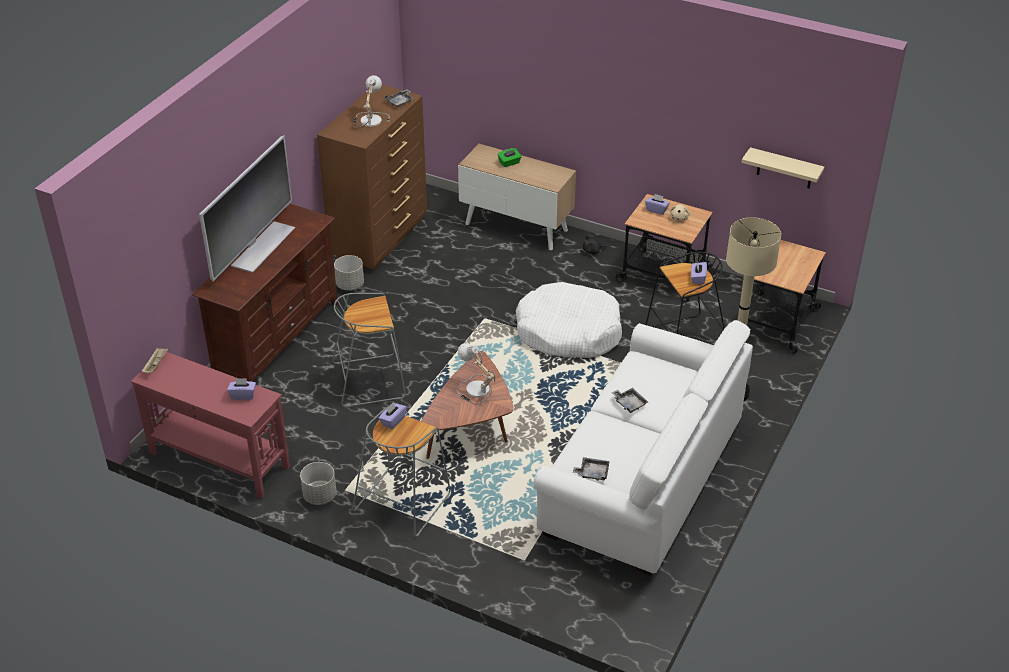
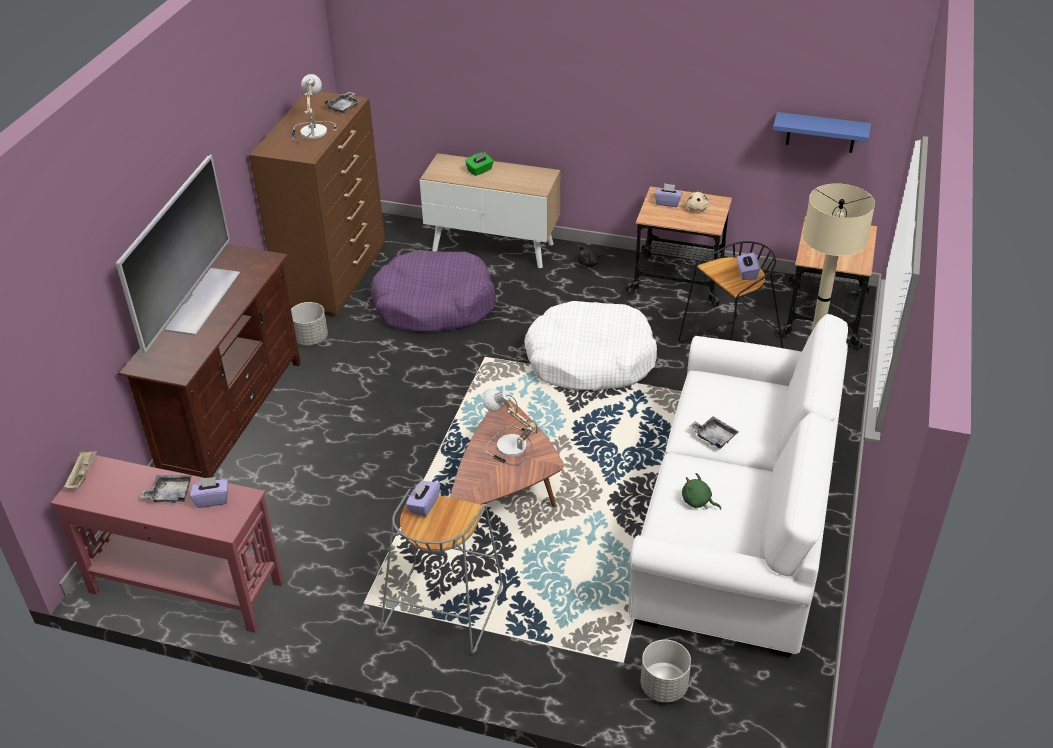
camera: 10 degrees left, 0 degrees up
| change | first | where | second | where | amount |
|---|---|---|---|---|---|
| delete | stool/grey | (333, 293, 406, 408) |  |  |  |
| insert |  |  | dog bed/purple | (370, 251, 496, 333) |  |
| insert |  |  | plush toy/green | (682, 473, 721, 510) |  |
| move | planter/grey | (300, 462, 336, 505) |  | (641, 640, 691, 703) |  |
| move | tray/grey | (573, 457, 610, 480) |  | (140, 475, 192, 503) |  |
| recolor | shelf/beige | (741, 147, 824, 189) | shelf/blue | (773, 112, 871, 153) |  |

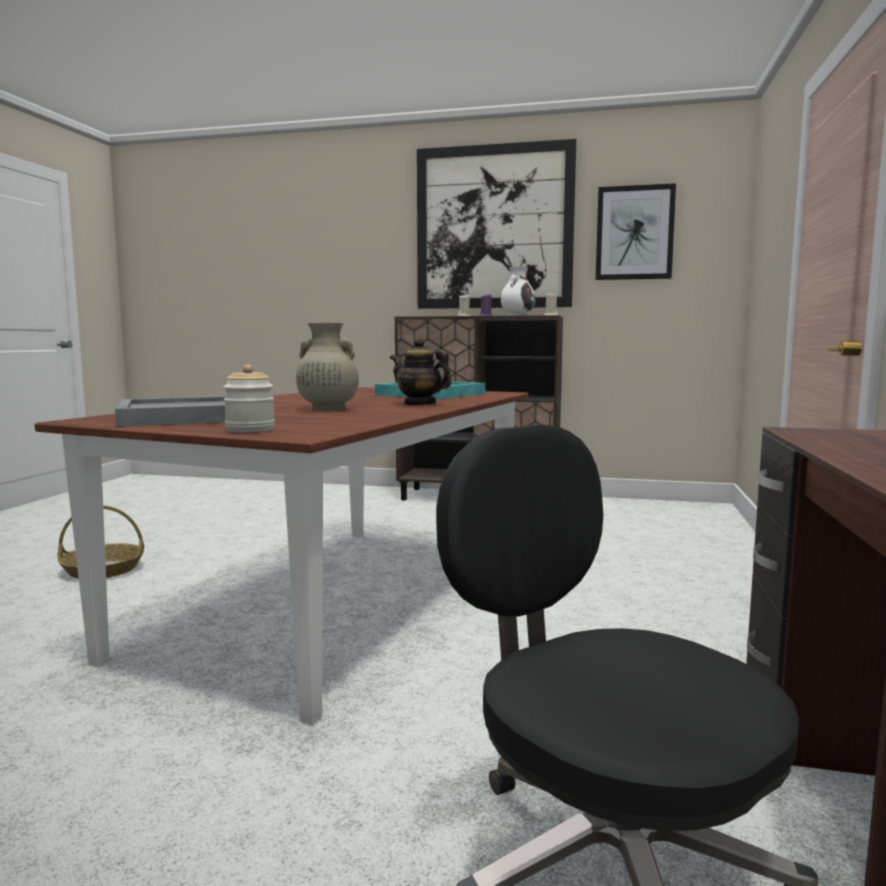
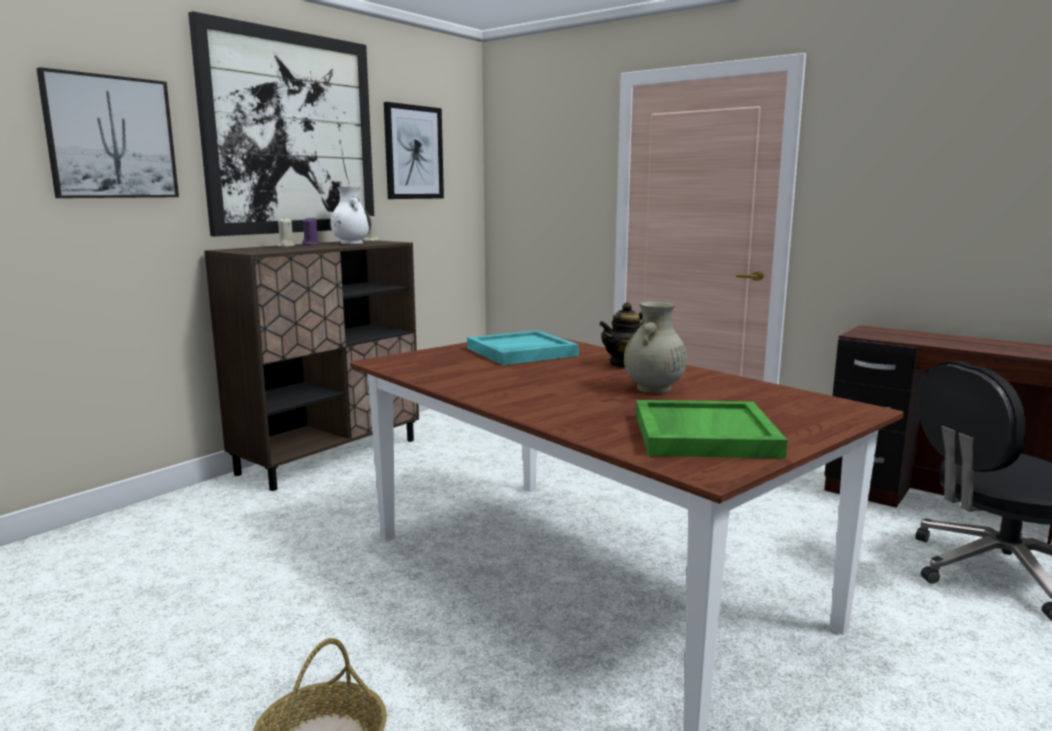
camera: 65 degrees left, 5 degrees up
| change | first | where | second | where | amount |
|---|---|---|---|---|---|
| delete | jar | (223, 365, 275, 432) |  |  |  |
| insert |  |  | picture | (36, 67, 179, 198) |  |
| recolor | tray/grey | (115, 396, 226, 427) | tray/green | (636, 400, 788, 458) |  |

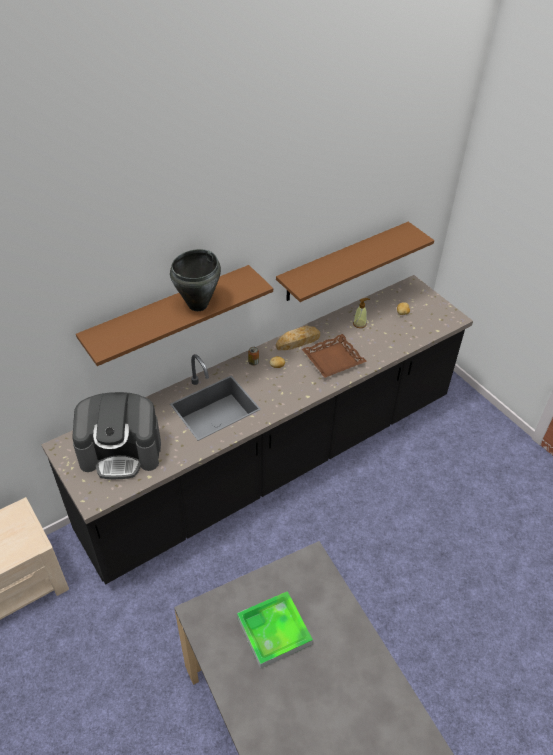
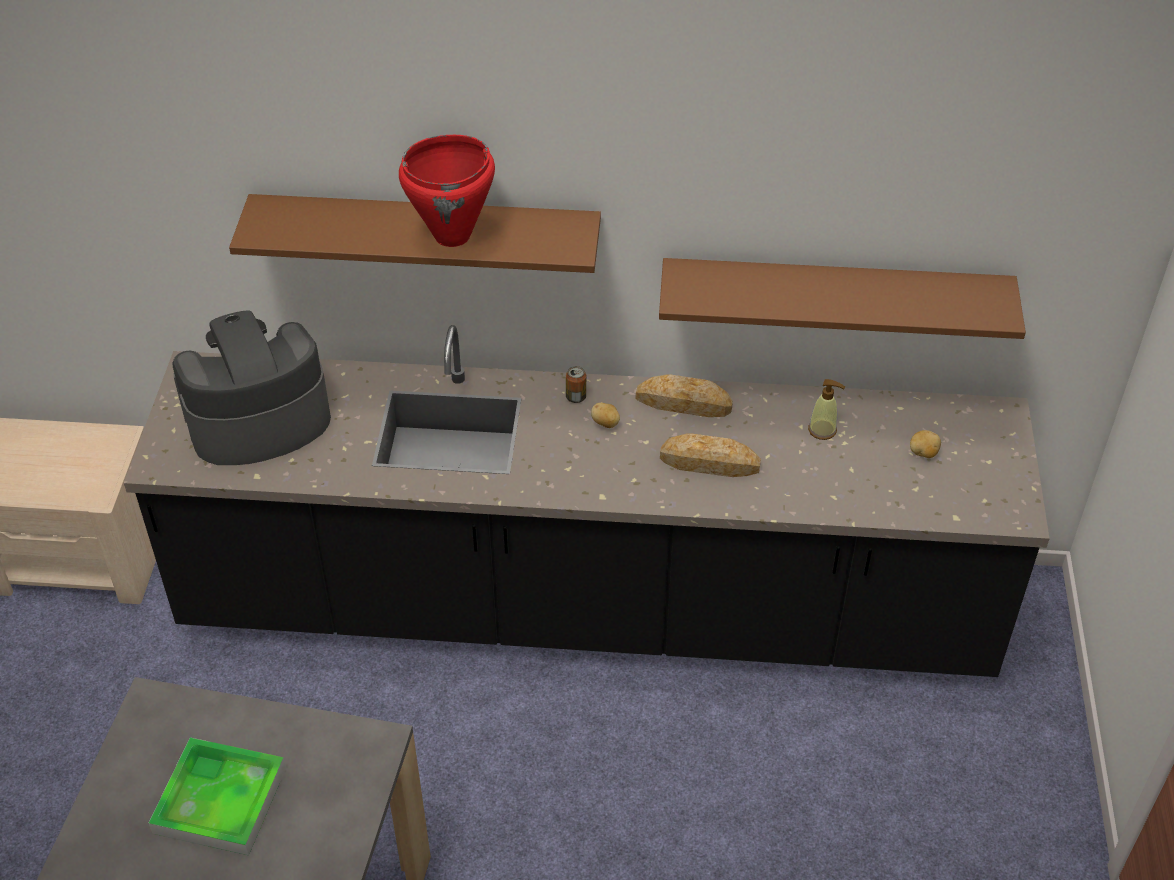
camera: 40 degrees right, 0 degrees up
| change | first | where | second | where | amount |
|---|---|---|---|---|---|
| replace | tray/brown | (302, 334, 367, 378) | bread | (660, 433, 761, 477) |  |
| recolor | cooking pot/black | (170, 249, 221, 311) | cooking pot/red | (399, 135, 495, 247) |  |
| rotate | coffee machine | (72, 392, 161, 479) |  | (173, 310, 331, 465) | 120 degrees clockwise |

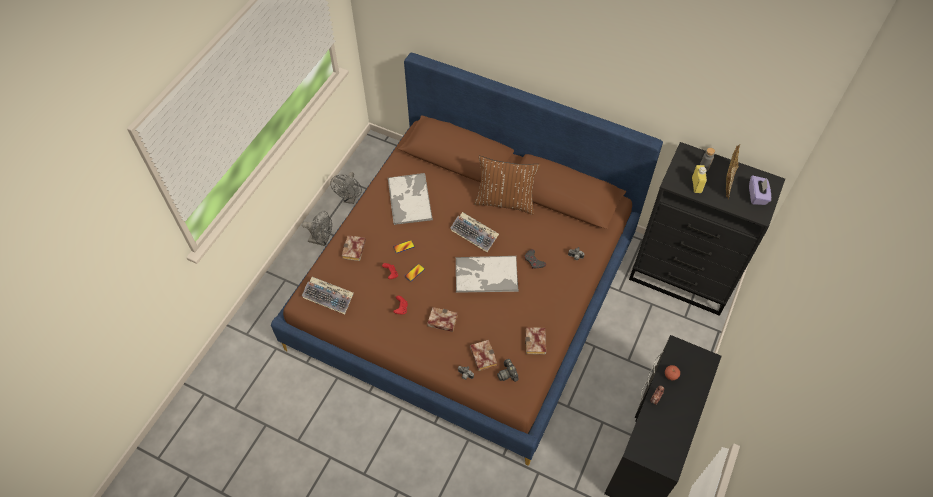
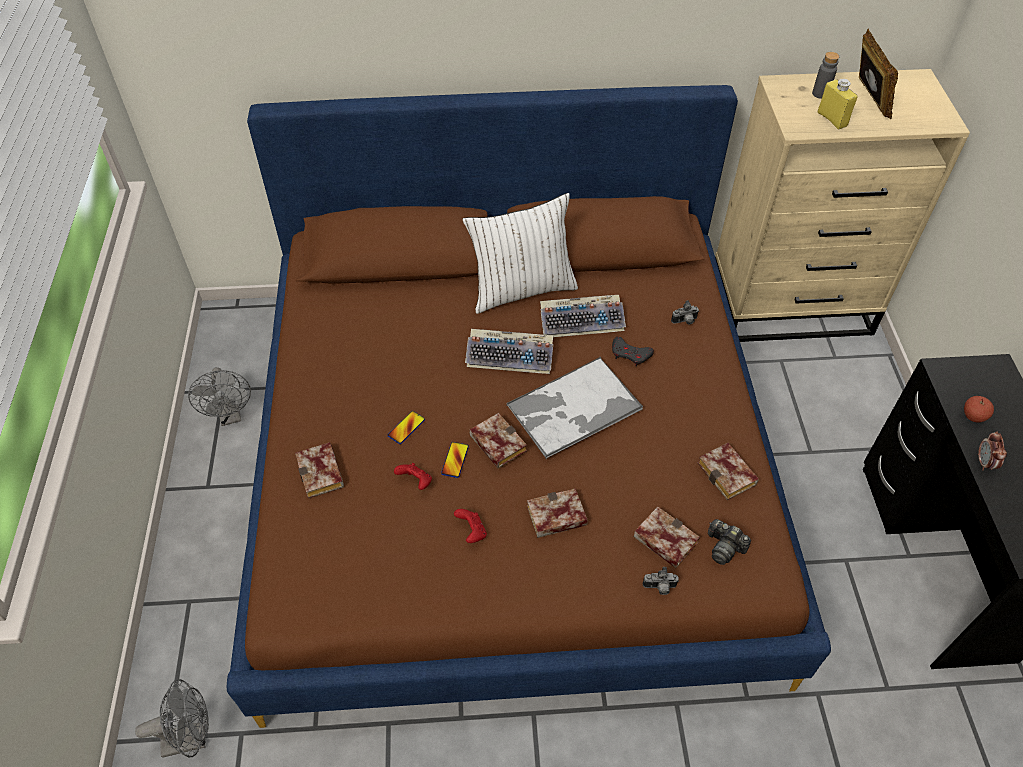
camera: 30 degrees left, 5 degrees down
| change | first | where | second | where | amount |
|---|---|---|---|---|---|
| delete | tray | (388, 173, 433, 225) |  |  |  |
| delete | tissue box/purple | (749, 175, 771, 205) |  |  |  |
| insert |  |  | book | (470, 413, 527, 469) |  |
| move | fan/grey | (302, 211, 332, 246) |  | (135, 679, 209, 758) |  |
| move | keyboard | (302, 277, 354, 314) |  | (540, 295, 626, 337) |  |
| recolor | pillow/brown | (474, 156, 540, 215) | pillow/white | (463, 193, 578, 314) |  |
| recolor | dresser/black | (629, 142, 785, 316) | dresser/beige | (715, 69, 970, 342) |  |

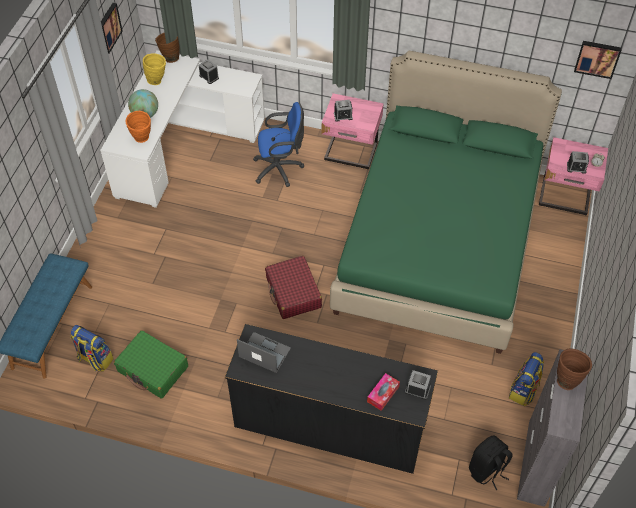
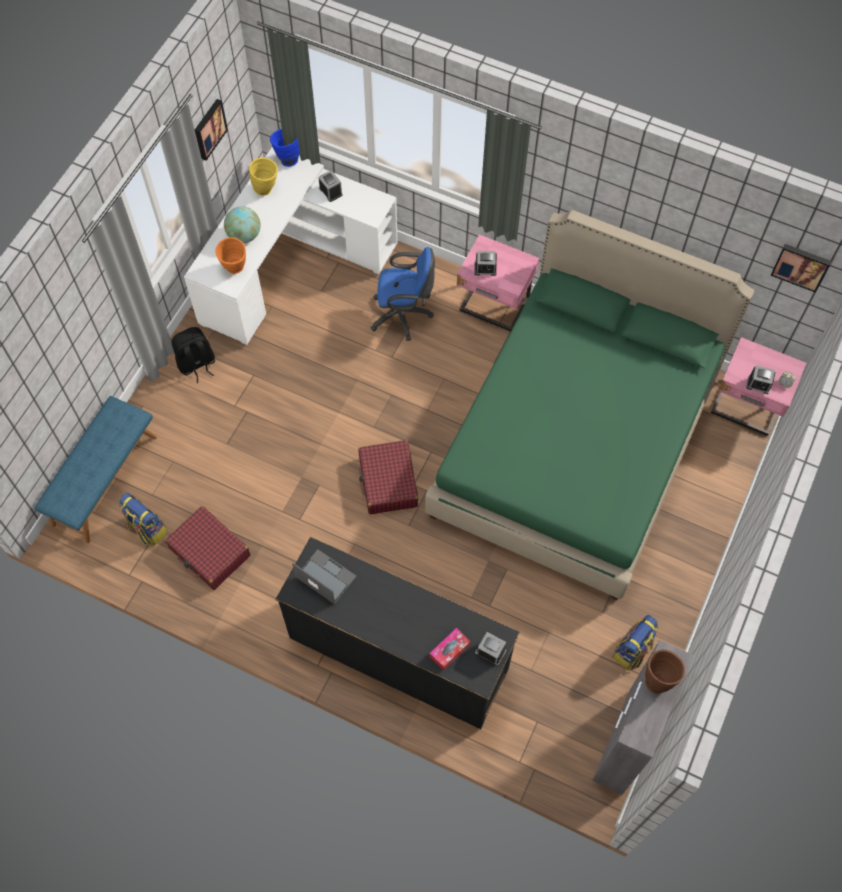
camera: 10 degrees right, 10 degrees up
| change | first | where | second | where | amount |
|---|---|---|---|---|---|
| move | backpack/black | (469, 436, 512, 490) |  | (171, 327, 215, 383) |  |
| recolor | suitcase/green | (114, 330, 188, 399) | suitcase/red | (165, 506, 250, 590) |  |
| recolor | vase/brown | (155, 33, 180, 63) | vase/blue | (270, 129, 299, 167) |  |

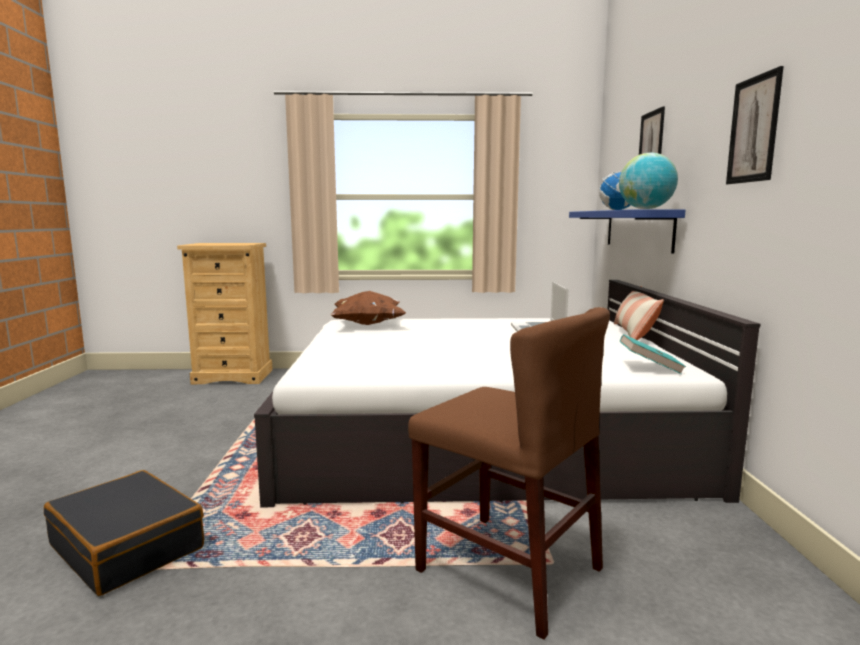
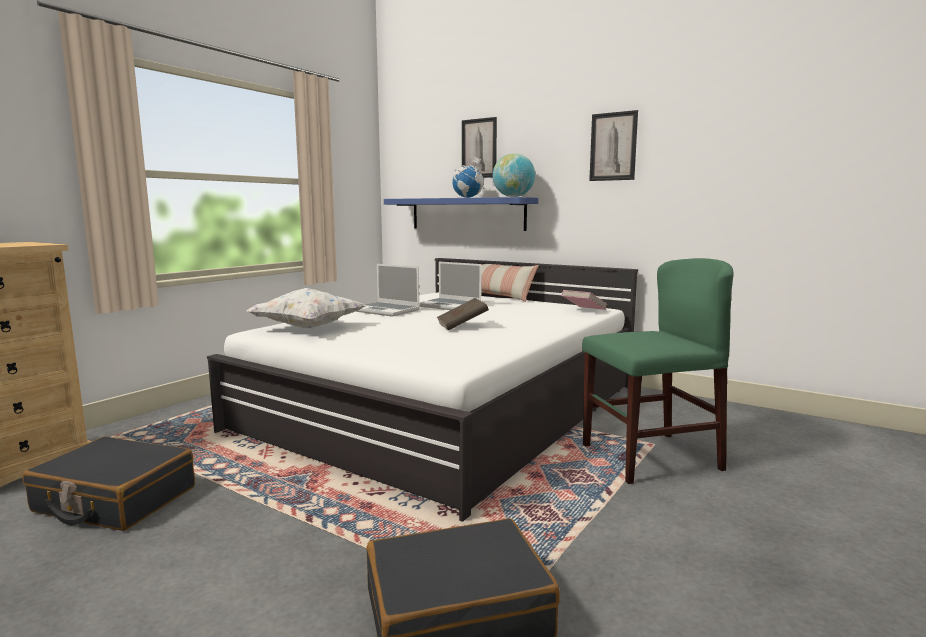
camera: 55 degrees left, 0 degrees up
| change | first | where | second | where | amount |
|---|---|---|---|---|---|
| insert |  |  | suitcase/black | (23, 436, 195, 531) |  |
| insert |  |  | laptop | (355, 264, 420, 317) |  |
| insert |  |  | book/brown | (436, 298, 489, 331) |  |
| recolor | pillow/brown | (331, 291, 406, 325) | pillow/white | (246, 288, 366, 328) |  |
| recolor | chair/brown | (408, 307, 610, 640) | chair/green | (582, 258, 733, 484) |  |
| recolor | book/turquoise | (620, 334, 686, 374) | book/pink | (562, 290, 607, 310) |  |

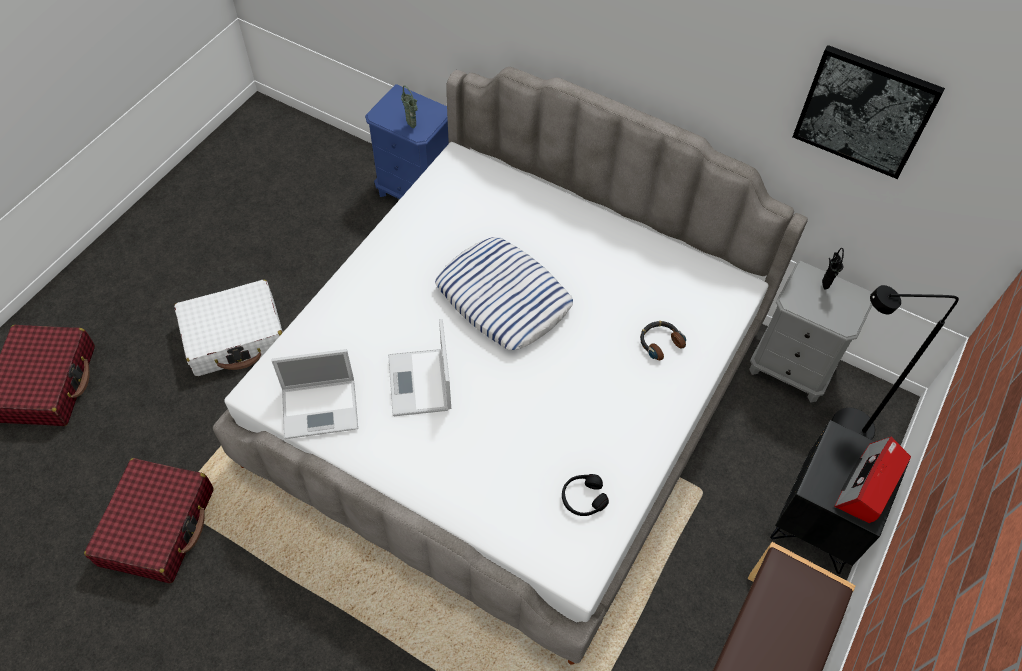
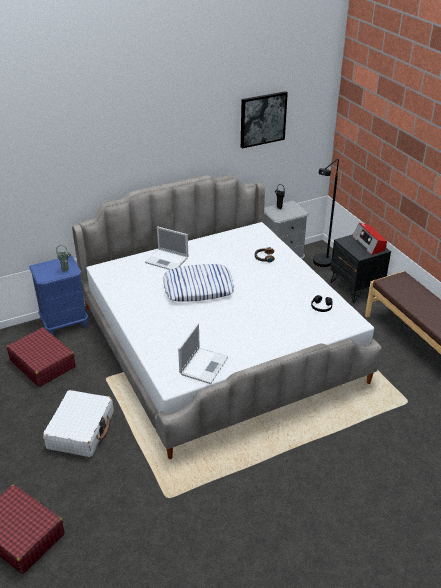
camera: 55 degrees left, 20 degrees down
| change | first | where | second | where | amount |
|---|---|---|---|---|---|
| move | suitcase/red | (84, 458, 214, 583) |  | (7, 327, 76, 387) |  |
| move | laptop | (388, 319, 451, 416) |  | (145, 226, 188, 270) |  |

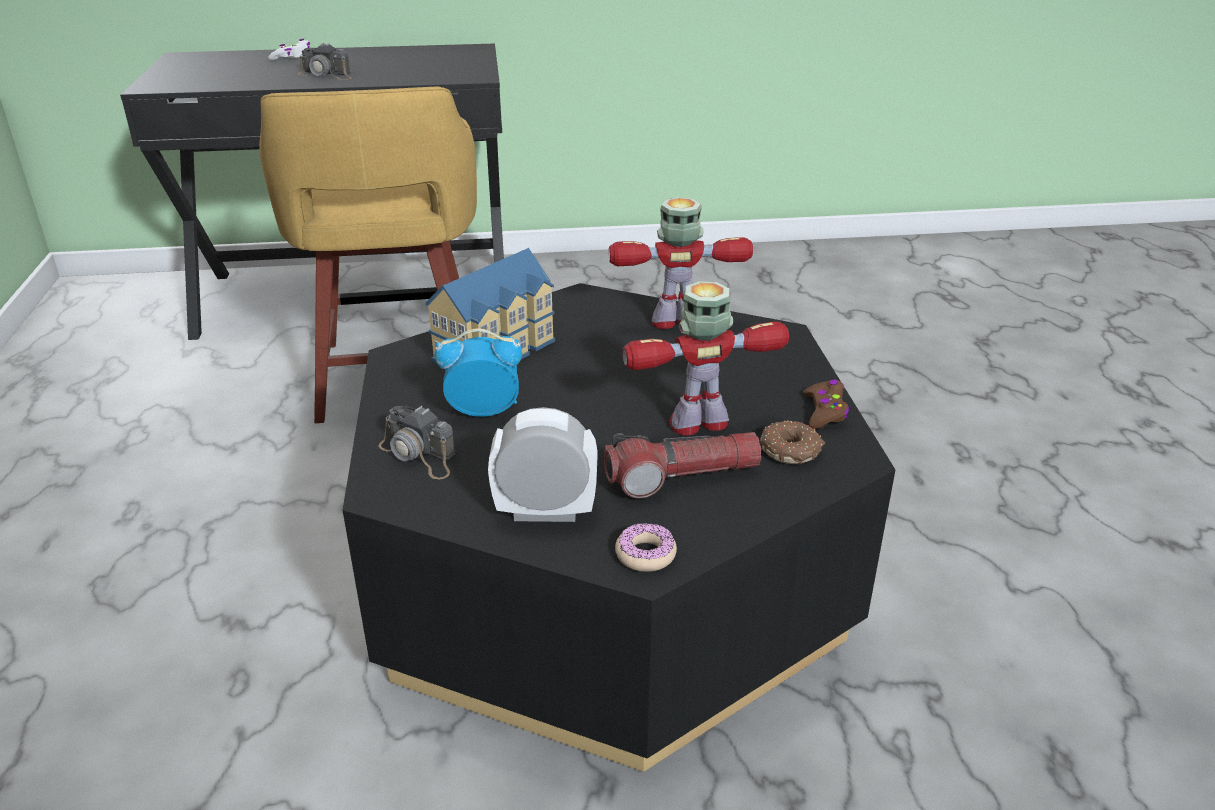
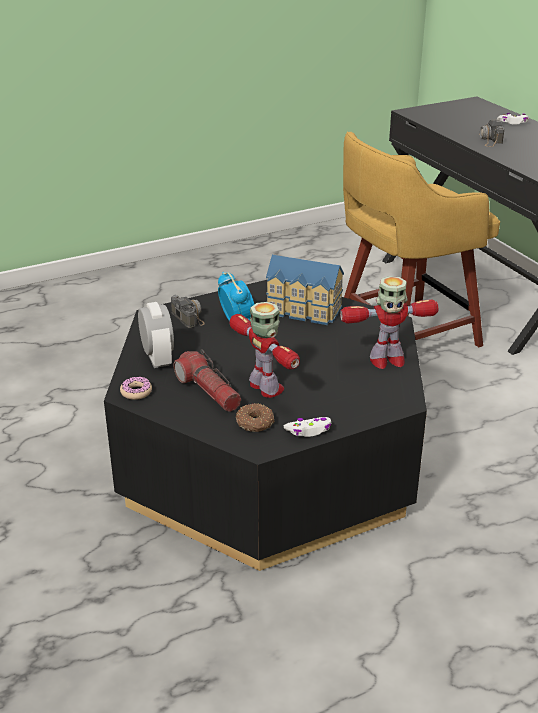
camera: 70 degrees right, 0 degrees up
| change | first | where | second | where | amount |
|---|---|---|---|---|---|
| recolor | game controller/brown | (803, 379, 849, 429) | game controller/white | (284, 417, 331, 437) |  |
| rotate | photo camera | (378, 406, 455, 479) |  | (171, 295, 205, 328) | 135 degrees clockwise |
| rotate | toy robot | (609, 197, 753, 329) |  | (340, 276, 439, 369) | 105 degrees clockwise |

